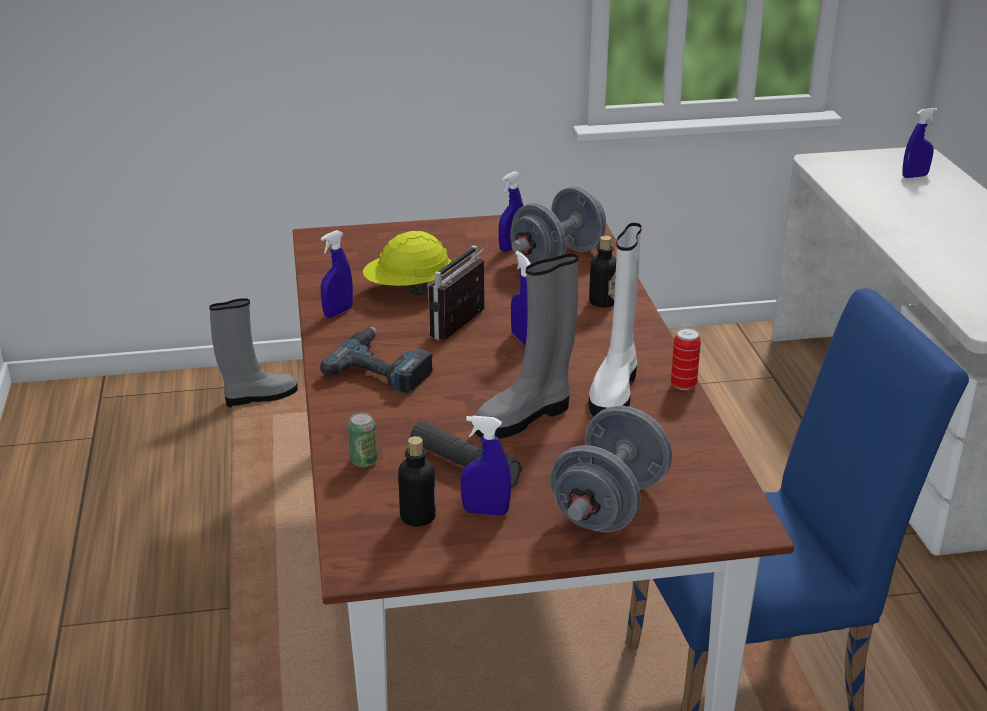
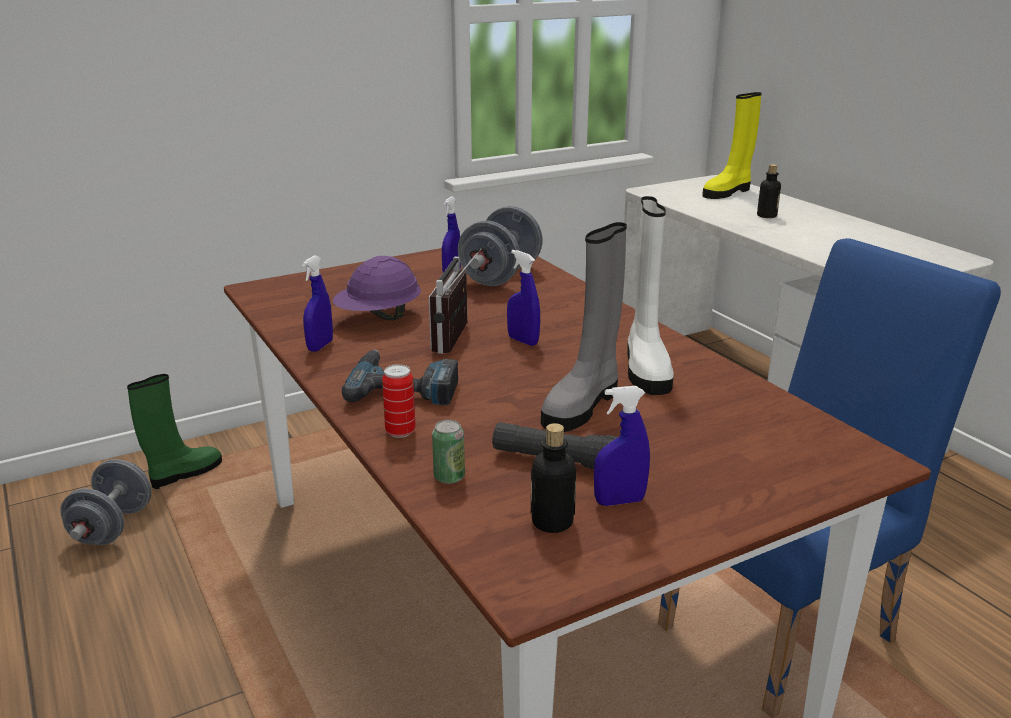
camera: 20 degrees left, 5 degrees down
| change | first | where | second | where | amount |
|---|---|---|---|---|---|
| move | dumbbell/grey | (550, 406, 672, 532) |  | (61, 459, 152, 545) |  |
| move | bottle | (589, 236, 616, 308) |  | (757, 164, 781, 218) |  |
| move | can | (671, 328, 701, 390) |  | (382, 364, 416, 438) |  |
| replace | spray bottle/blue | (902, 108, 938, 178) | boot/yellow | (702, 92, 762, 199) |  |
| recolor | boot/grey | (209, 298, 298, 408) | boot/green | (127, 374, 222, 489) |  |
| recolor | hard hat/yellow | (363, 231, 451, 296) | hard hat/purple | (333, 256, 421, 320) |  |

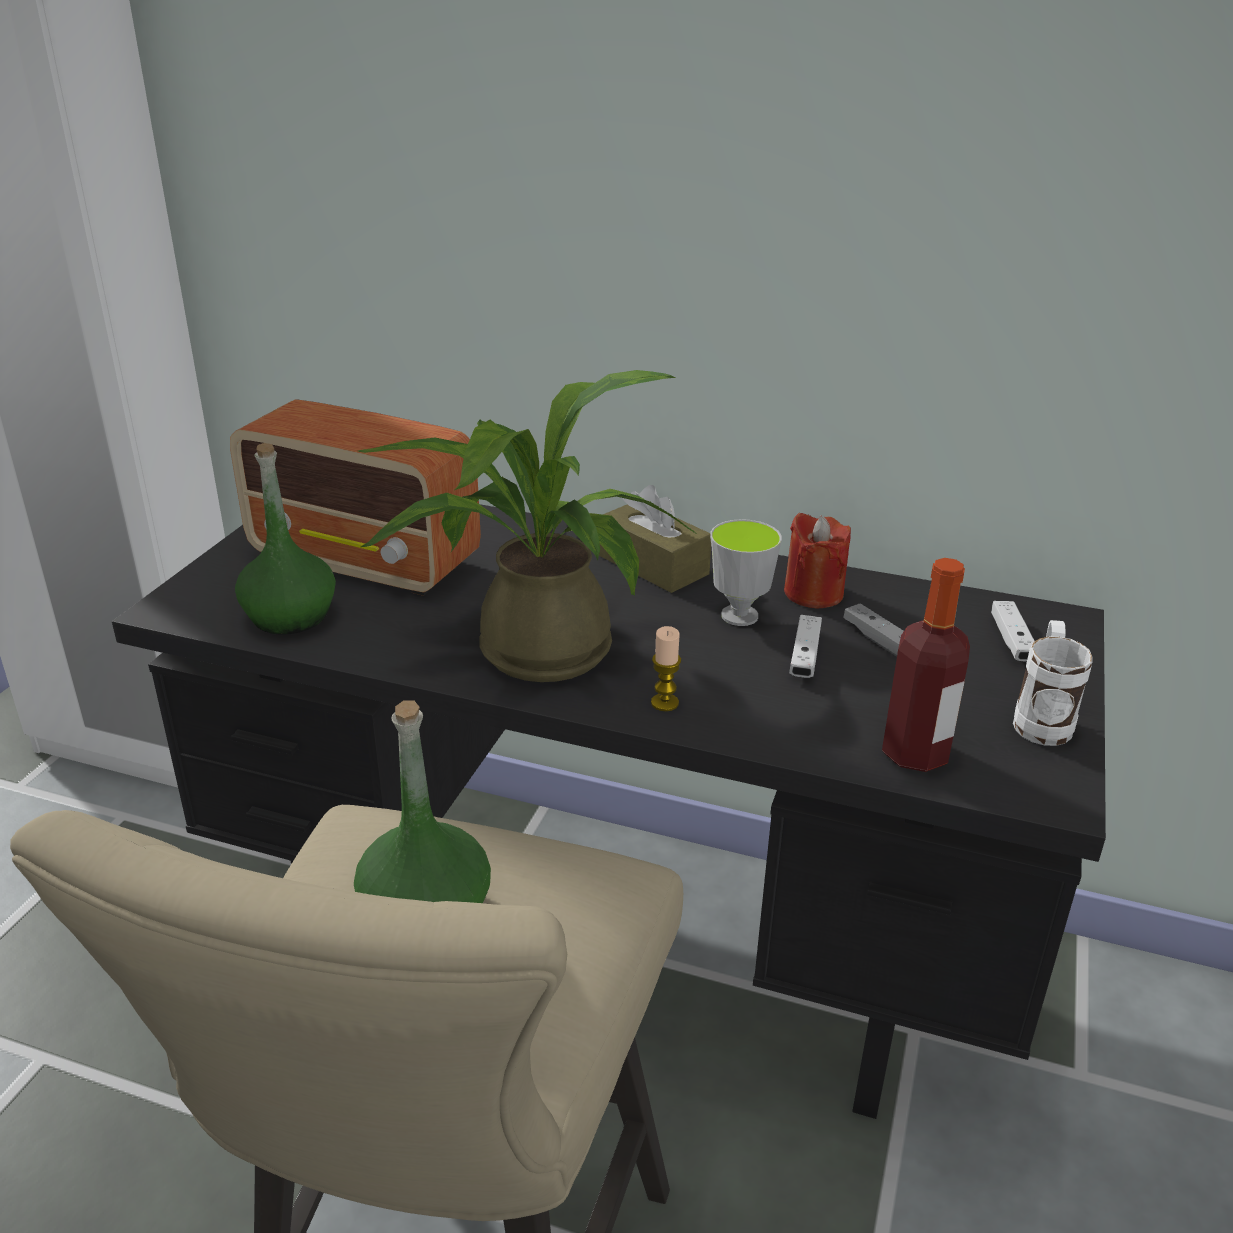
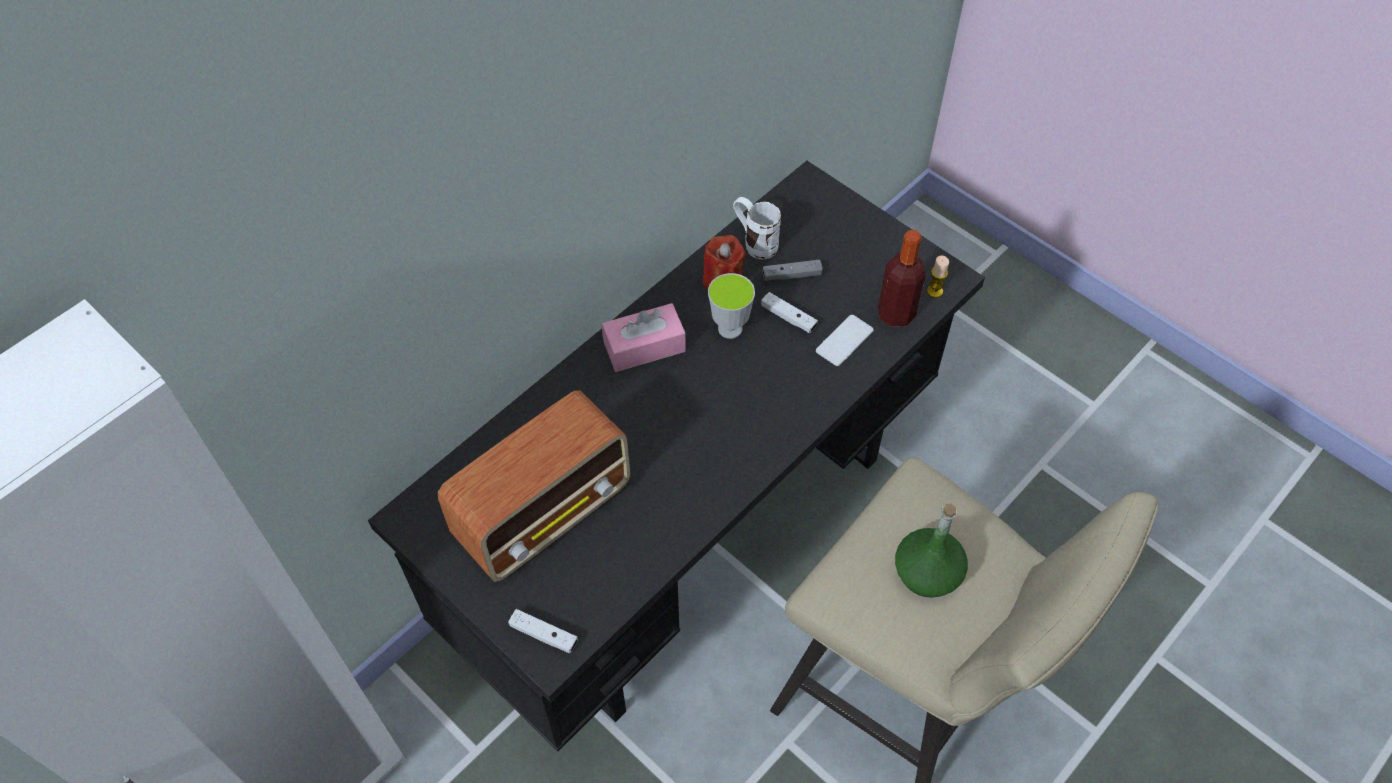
camera: 65 degrees left, 25 degrees up
| change | first | where | second | where | amount |
|---|---|---|---|---|---|
| delete | bottle/green | (235, 443, 336, 635) |  |  |  |
| delete | potted plant | (358, 370, 697, 682) |  |  |  |
| insert |  |  | phone | (816, 315, 874, 366) |  |
| move | candle | (651, 626, 681, 711) |  | (927, 255, 949, 298) |  |
| move | game controller/white | (991, 601, 1034, 661) |  | (508, 609, 578, 654) |  |
| move | mug/white | (1013, 620, 1093, 746) |  | (733, 197, 781, 260) |  |
| recolor | tissue box/brown | (599, 485, 711, 593) | tissue box/pink | (602, 303, 686, 372) |  |

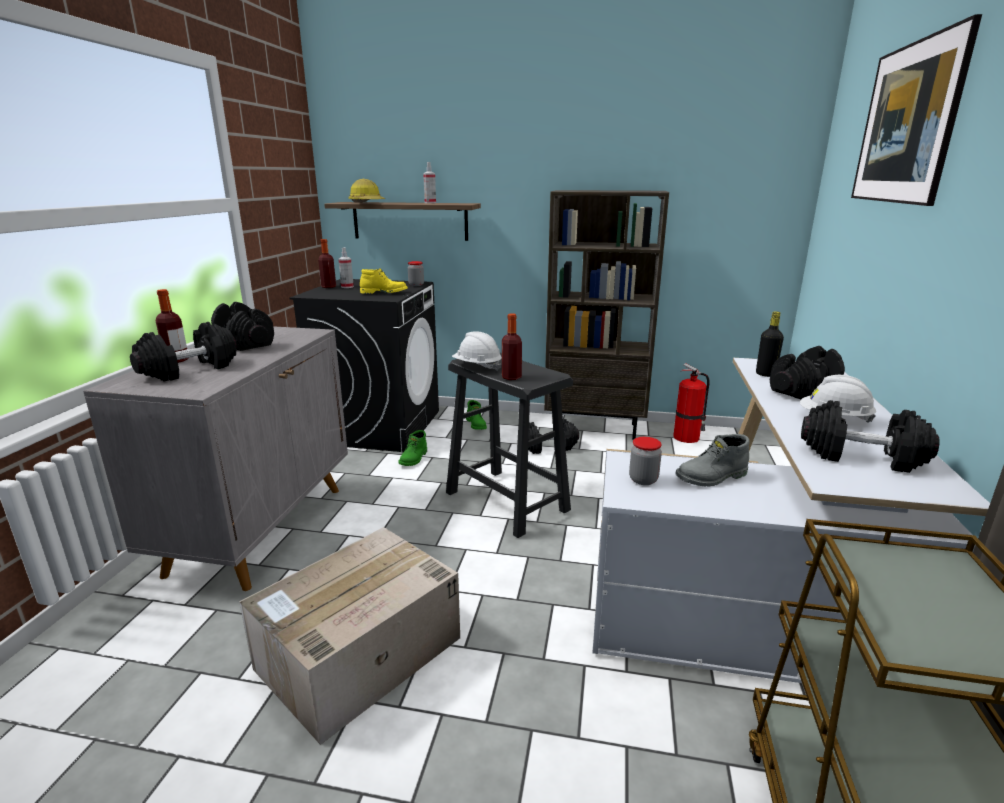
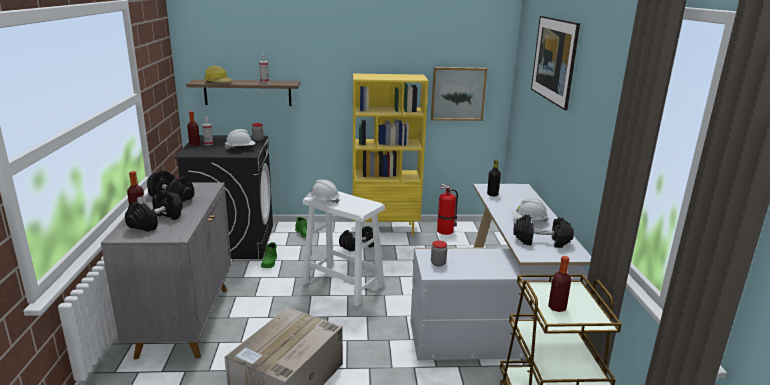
camera: 15 degrees left, 0 degrees up
| change | first | where | second | where | amount |
|---|---|---|---|---|---|
| delete | boot/grey | (675, 434, 750, 486) |  |  |  |
| delete | dumbbell/black | (770, 346, 845, 399) |  |  |  |
| insert |  |  | picture | (431, 67, 488, 121) |  |
| move | bottle | (502, 313, 522, 380) |  | (548, 256, 571, 312) |  |
| replace | boot/yellow | (360, 268, 408, 294) | hard hat/white | (225, 129, 255, 150) |  |
| recolor | stool/black | (446, 353, 573, 538) | stool/white | (301, 191, 385, 306) |  |
| recolor | bookcase/brown | (544, 190, 669, 440) | bookcase/yellow | (353, 74, 428, 236) |  |

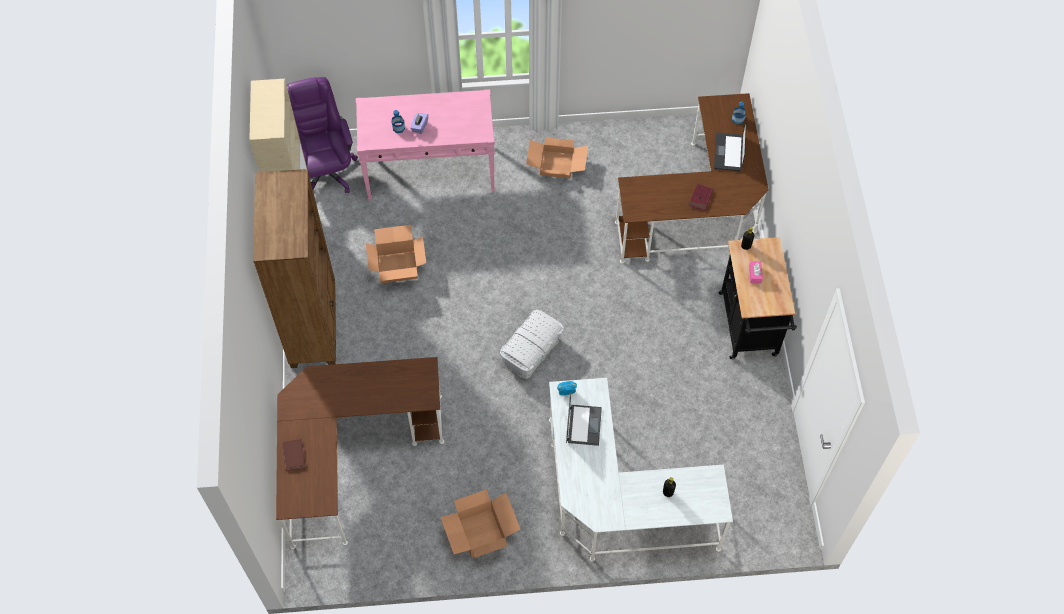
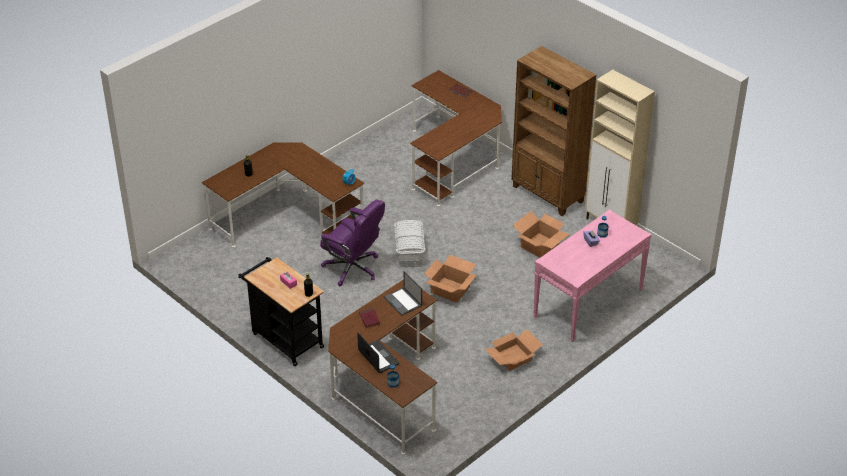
camera: 140 degrees right, 20 degrees down
| change | first | where | second | where | amount |
|---|---|---|---|---|---|
| move | office chair/purple | (286, 77, 358, 193) |  | (320, 199, 385, 286) |  |
| move | cardboard box | (440, 489, 520, 558) |  | (424, 255, 477, 303) |  |
| move | laptop | (566, 392, 602, 446) |  | (384, 271, 422, 316) |  |
| recolor | desk/white | (549, 378, 733, 562) | desk/brown | (202, 142, 364, 247) |  |

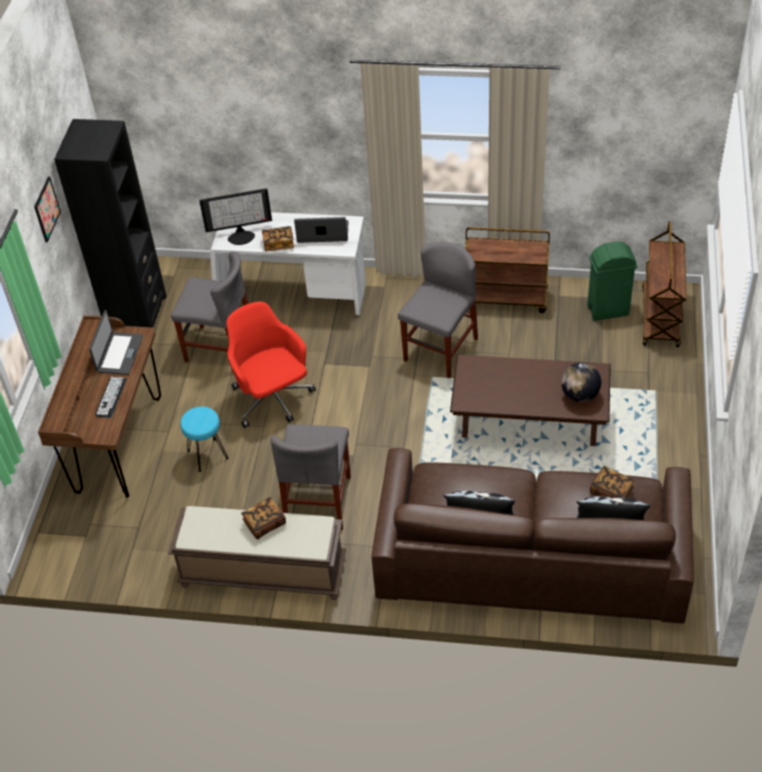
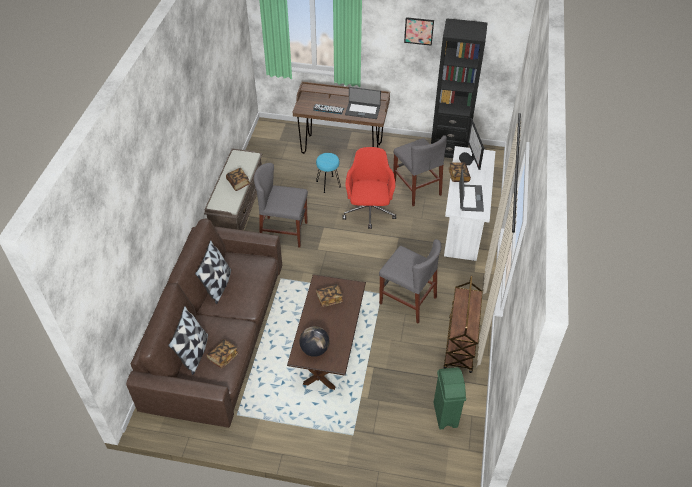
camera: 90 degrees right, 0 degrees up
| change | first | where | second | where | amount |
|---|---|---|---|---|---|
| delete | cart/brown | (642, 221, 687, 347) |  |  |  |
| insert |  |  | book | (316, 284, 343, 307) |  |
| rotate | chair/grey | (171, 251, 249, 363) |  | (393, 135, 447, 206) | 45 degrees counterclockwise |
| rotate | office chair/red | (226, 302, 316, 428) |  | (342, 147, 396, 229) | 60 degrees counterclockwise |

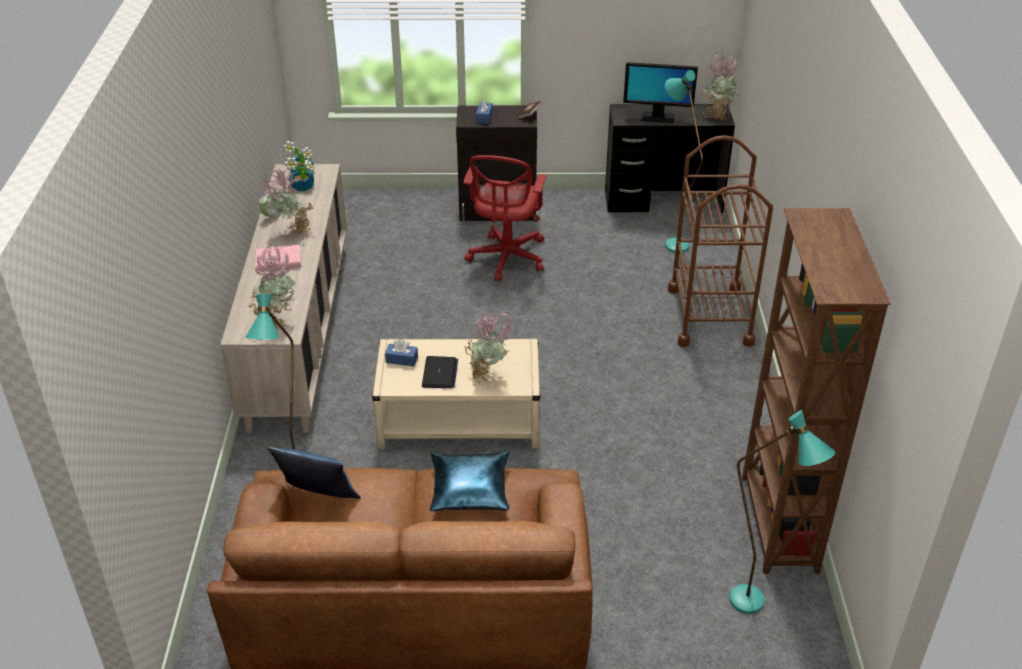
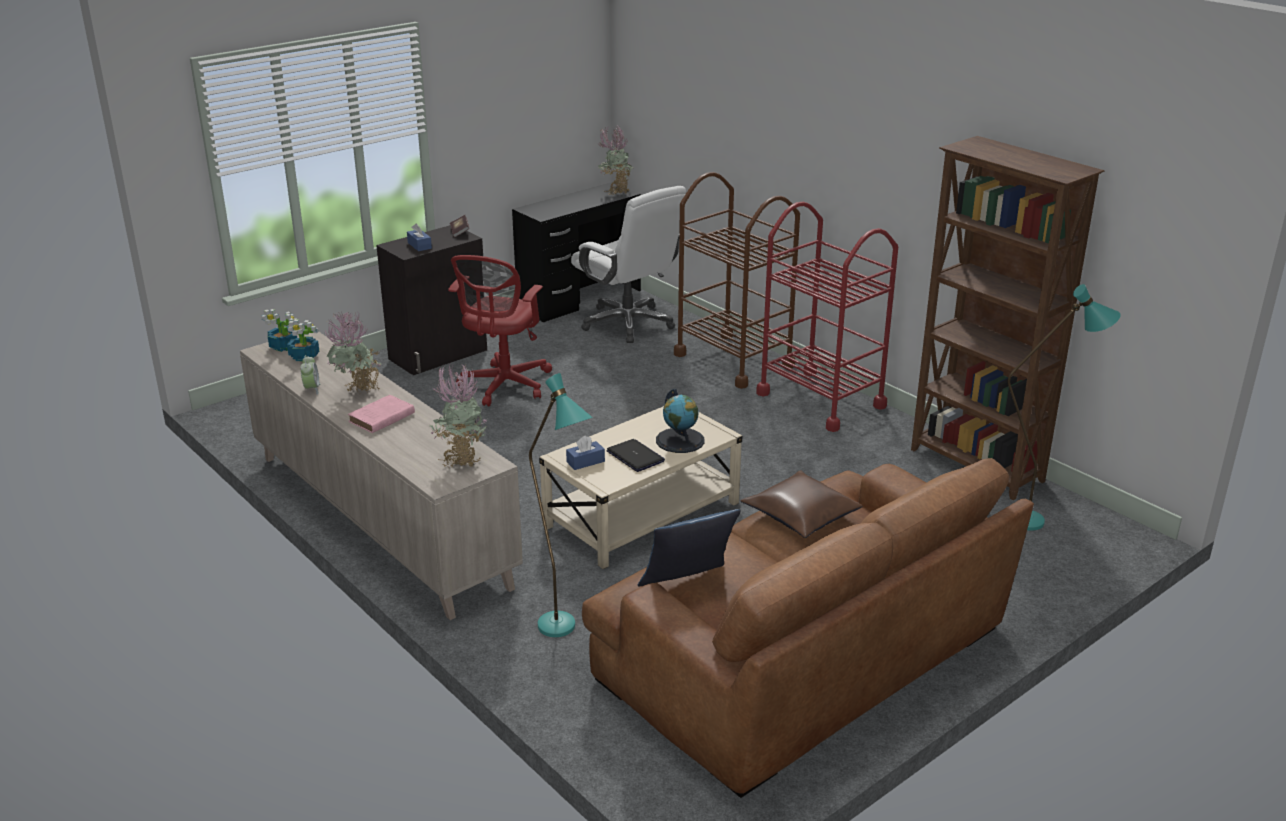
camera: 40 degrees left, 10 degrees down
| change | first | where | second | where | amount |
|---|---|---|---|---|---|
| delete | monitor | (623, 62, 698, 123) |  |  |  |
| insert |  |  | cart/red | (756, 202, 898, 432) |  |
| replace | potted plant | (465, 310, 515, 383) | globe | (656, 389, 705, 453) |  |
| replace | floor lamp/turquoise | (665, 70, 703, 253) | office chair/white | (571, 186, 686, 343) |  |
| recolor | pillow/blue | (430, 452, 510, 511) | pillow/brown | (741, 470, 862, 538) |  |
| rotate | office chair/red | (463, 155, 547, 281) |  | (448, 255, 552, 406) | 45 degrees clockwise |

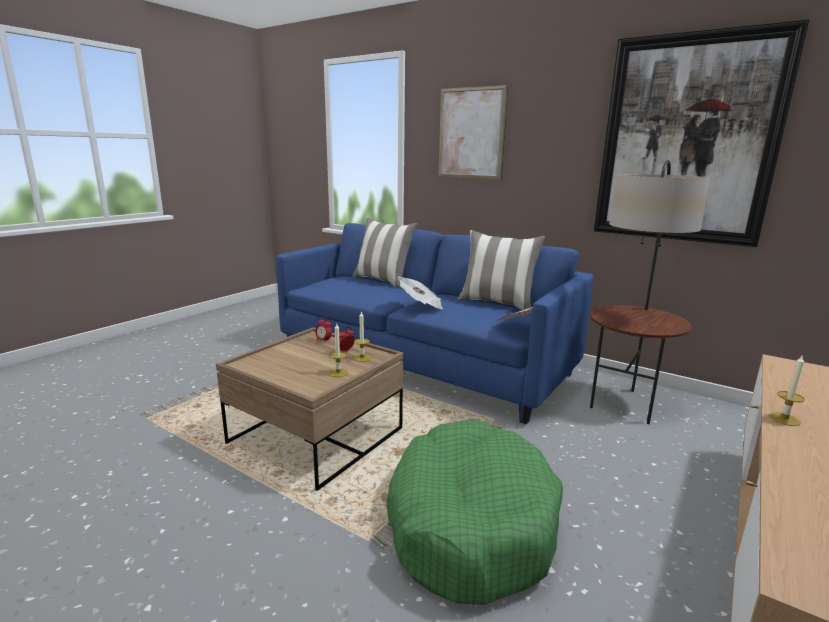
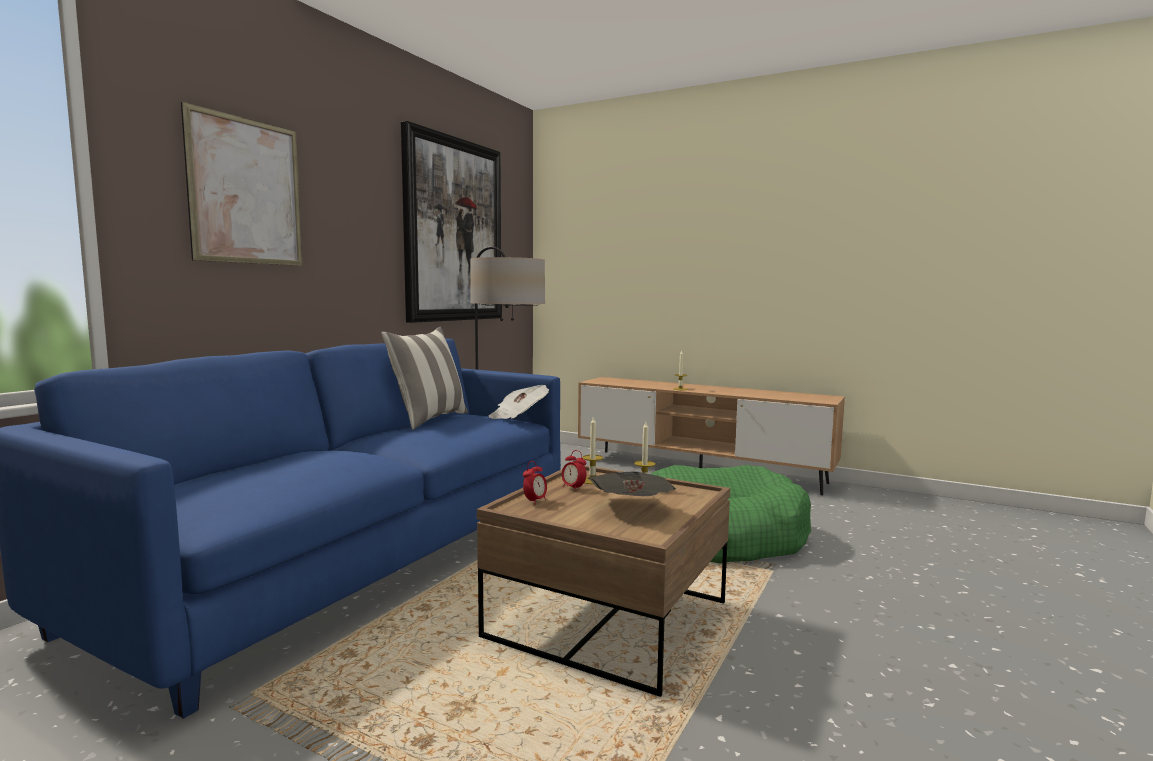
camera: 95 degrees left, 10 degrees down
| change | first | where | second | where | amount |
|---|---|---|---|---|---|
| delete | pillow | (352, 217, 417, 289) |  |  |  |
| move | newspaper | (398, 277, 443, 309) |  | (588, 472, 676, 496) |  |

